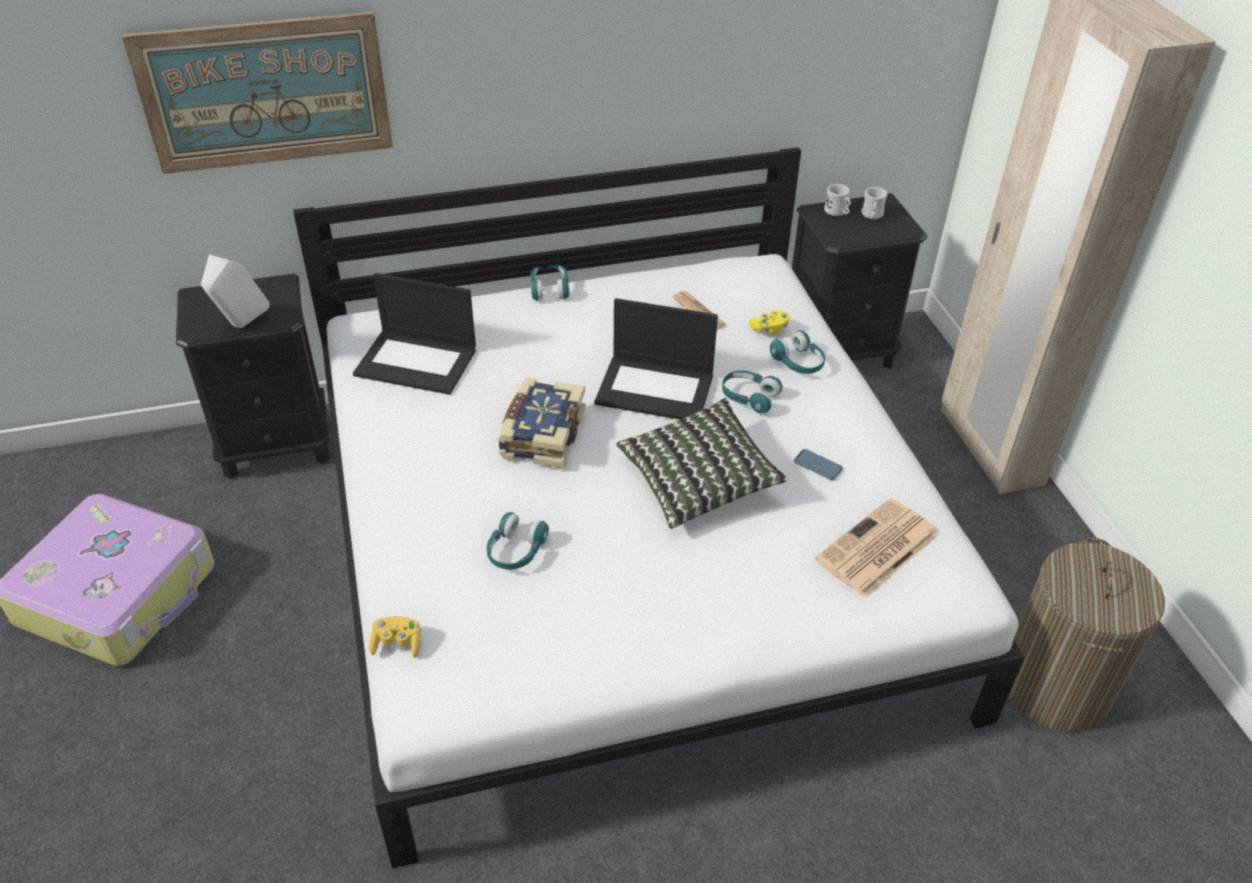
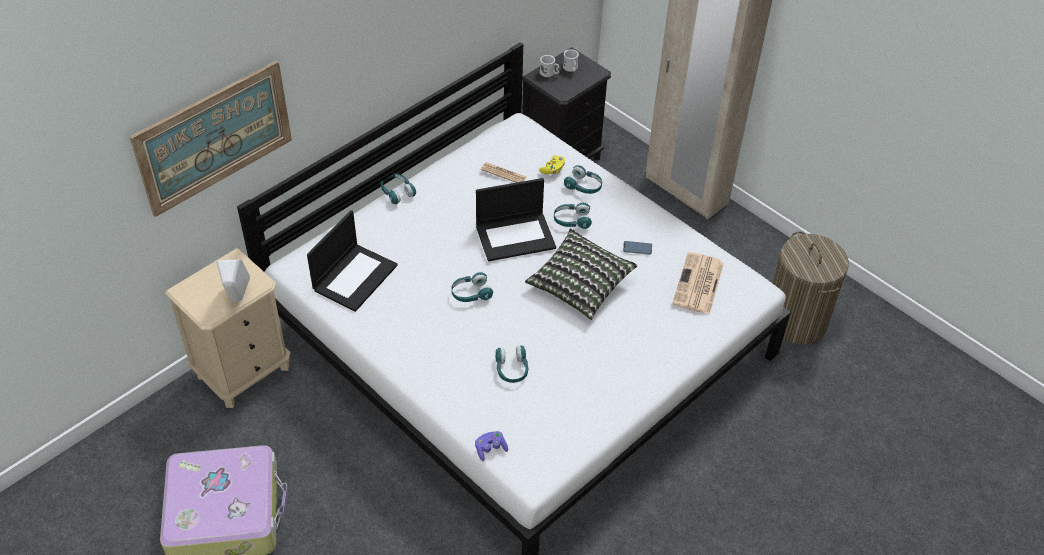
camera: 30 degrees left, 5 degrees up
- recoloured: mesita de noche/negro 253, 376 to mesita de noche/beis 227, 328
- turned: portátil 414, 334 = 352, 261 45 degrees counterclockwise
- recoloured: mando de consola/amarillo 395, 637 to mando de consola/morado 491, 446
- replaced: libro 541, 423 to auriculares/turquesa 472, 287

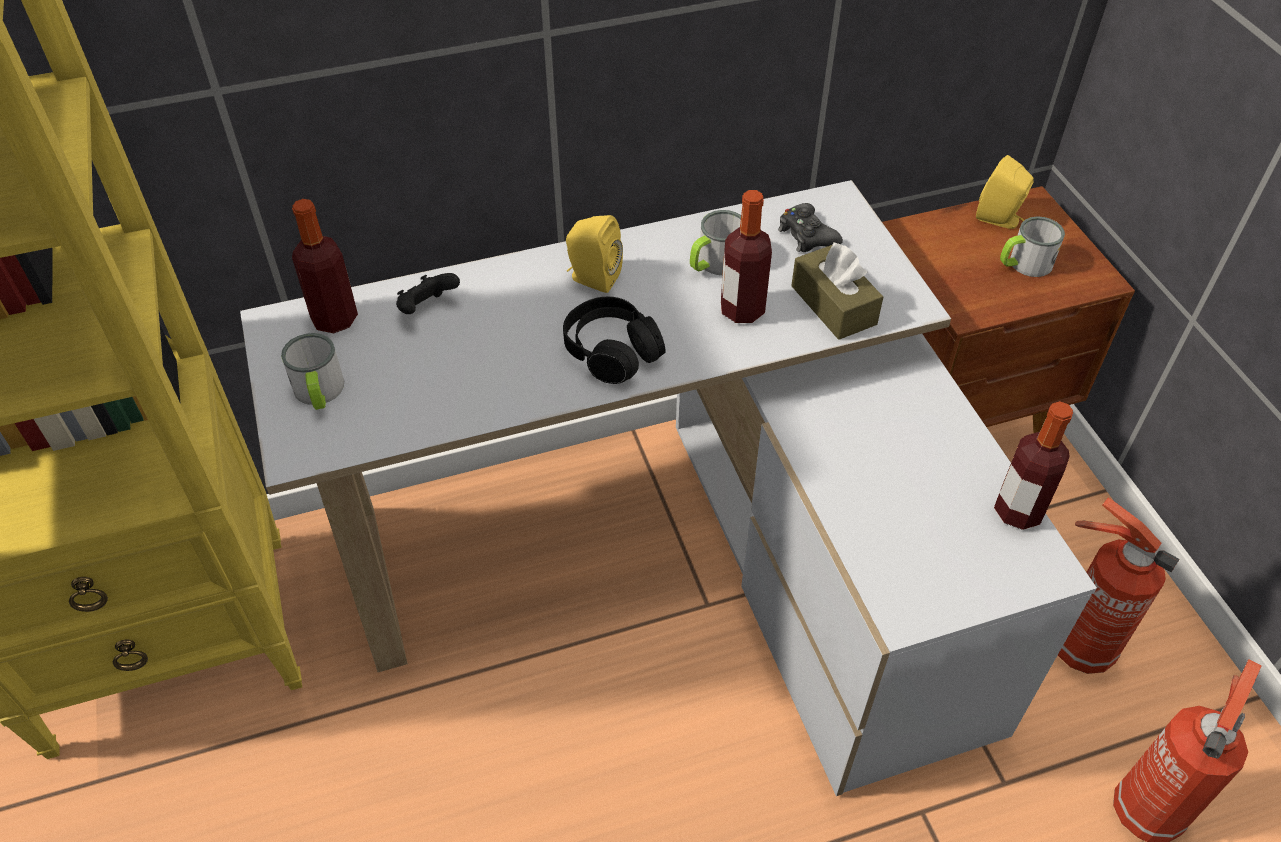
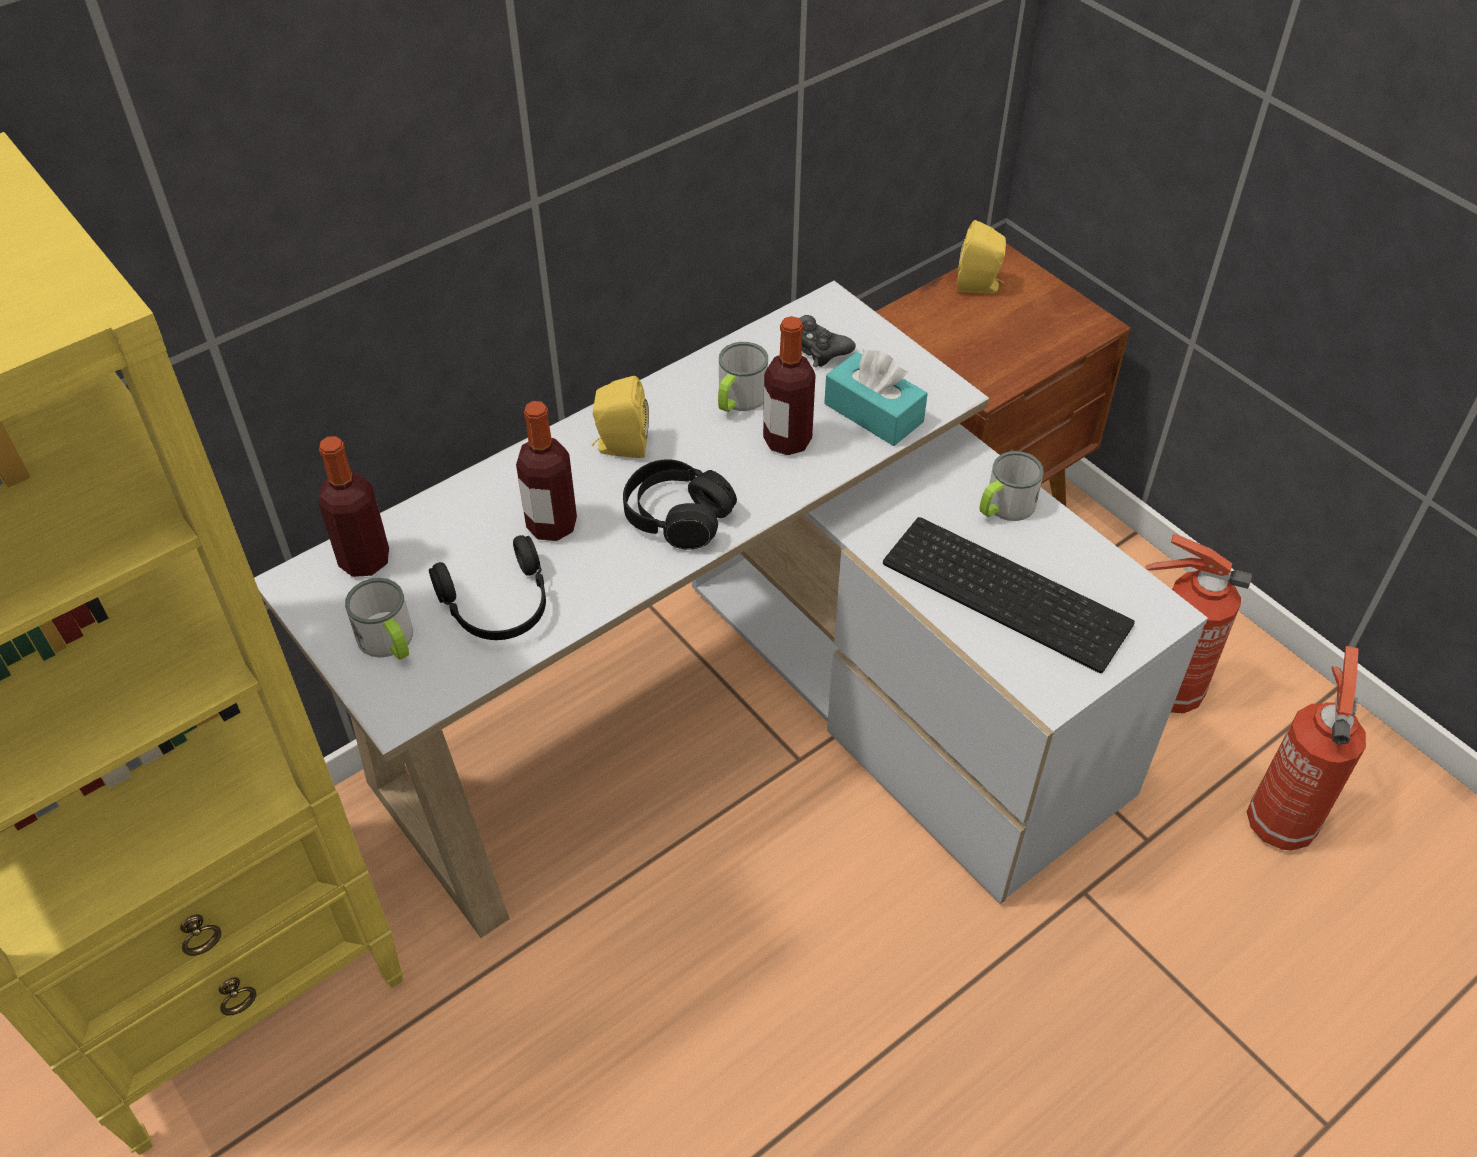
camera: 20 degrees left, 0 degrees up
- removed: mando de consola/negro 428, 293
- recoloured: caja de pañuelos/marrón 837, 291 to caja de pañuelos/turquesa 876, 398
- moved: botella 1033, 465 to 546, 471
- moved: taza grande 1032, 246 to 1011, 486
- added: auriculares/negro 487, 587
- added: teclado 1009, 595

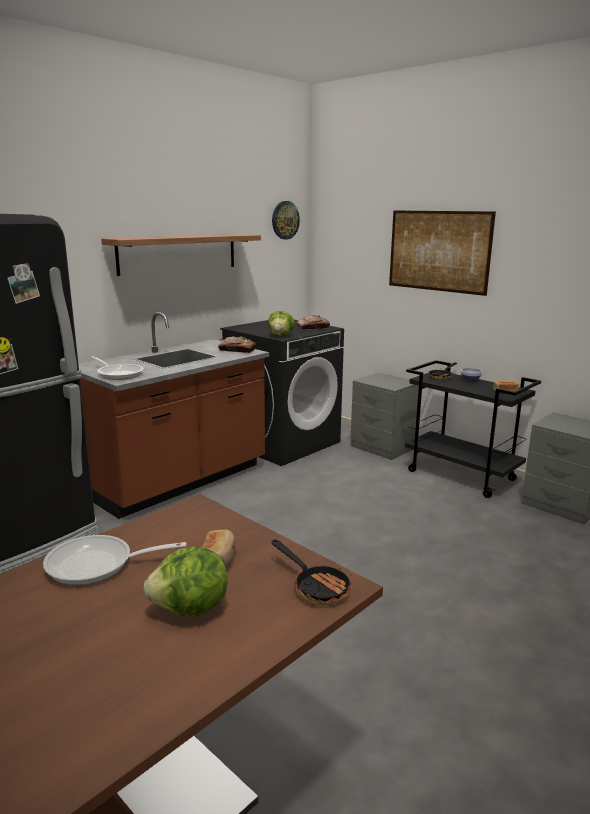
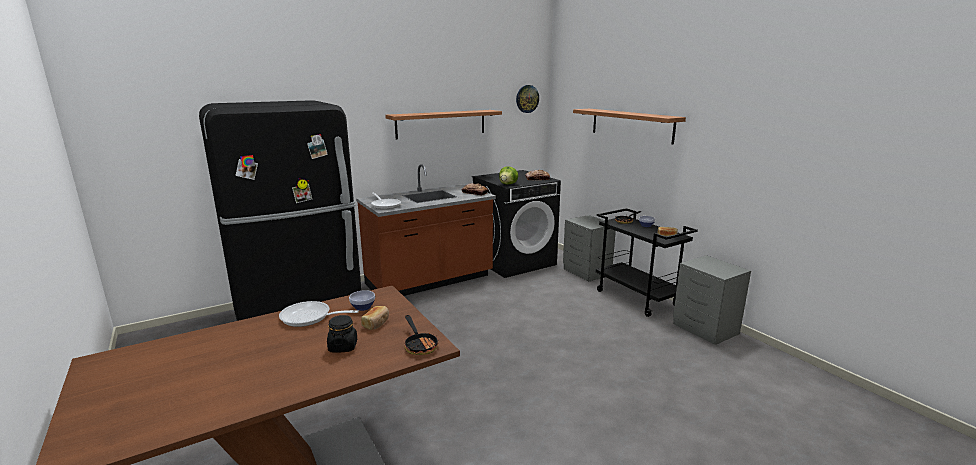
camera: 15 degrees right, 0 degrees up
- replaced: lechuga 185, 581 to tarro/negro 342, 333
- replaced: cuadro 442, 253 to estante 629, 127
- added: cuenco 362, 300

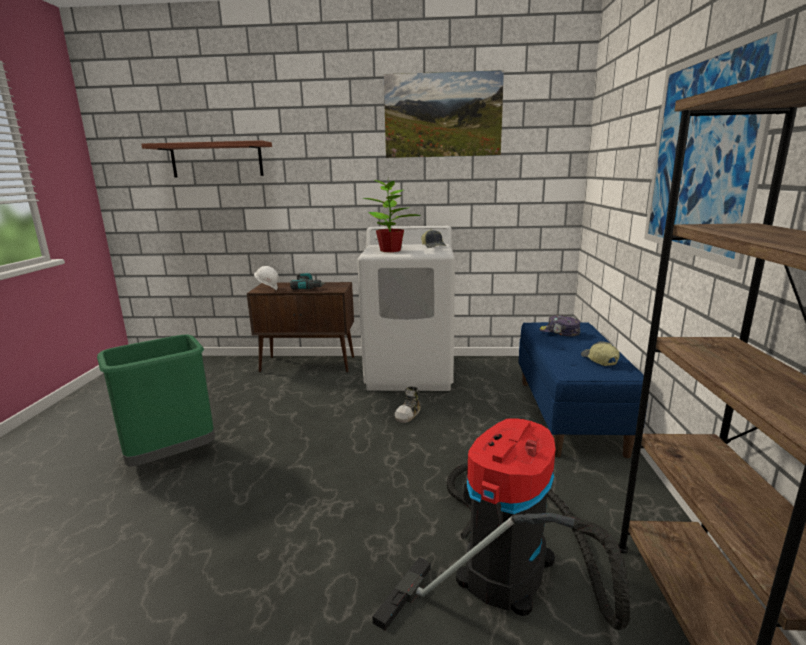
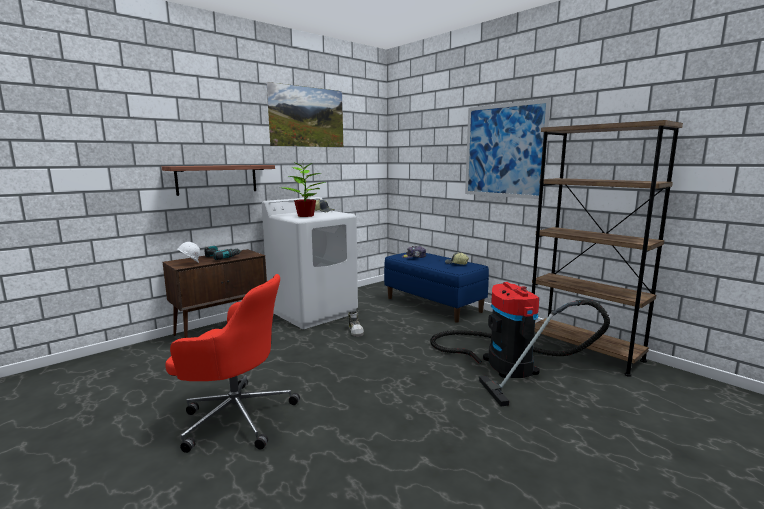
camera: 45 degrees left, 5 degrees down
- replaced: papelera/verde 156, 400 to silla de oficina/rojo 232, 363
- moved: estante 206, 159 to 218, 180

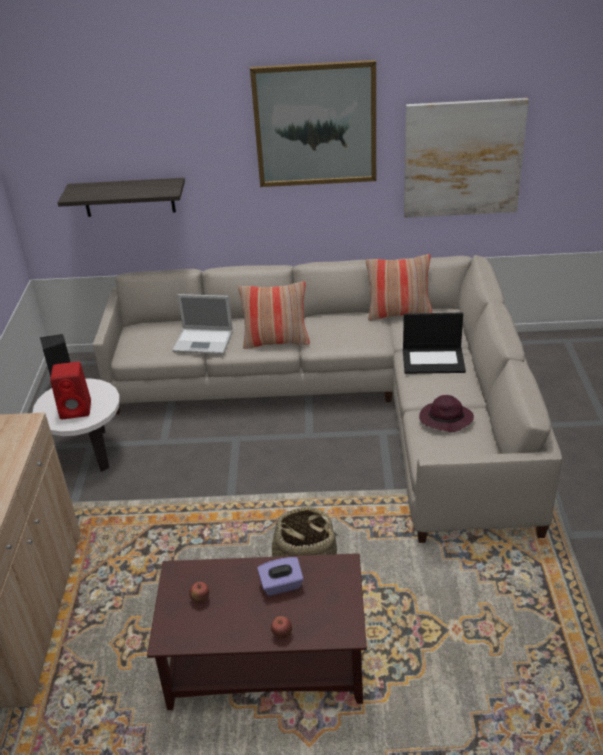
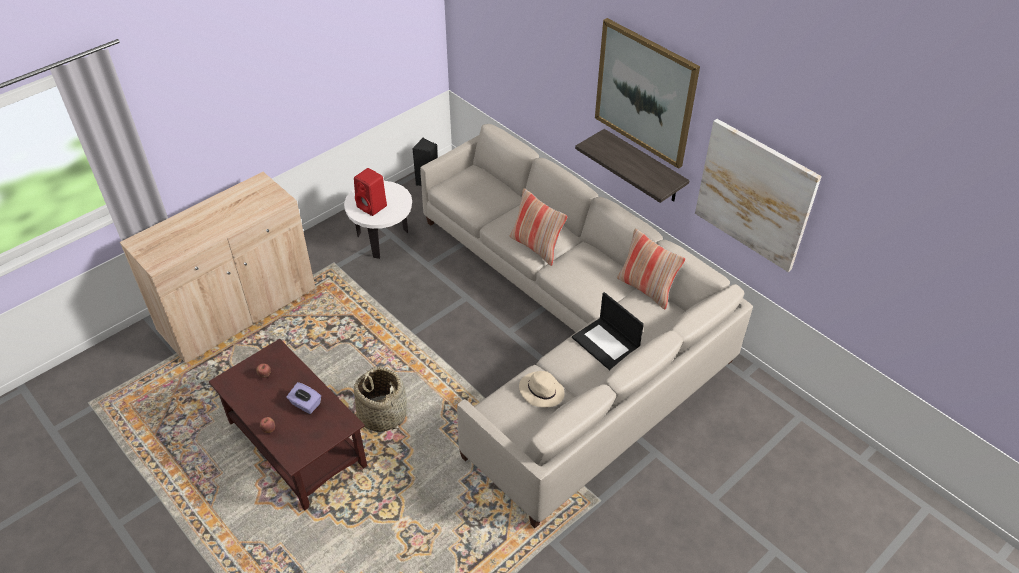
camera: 45 degrees right, 10 degrees up
- moved: estante 121, 197 to 632, 166
- removed: portátil 202, 324
- recoloured: sombrero/morado 446, 413 to sombrero/beis 542, 389

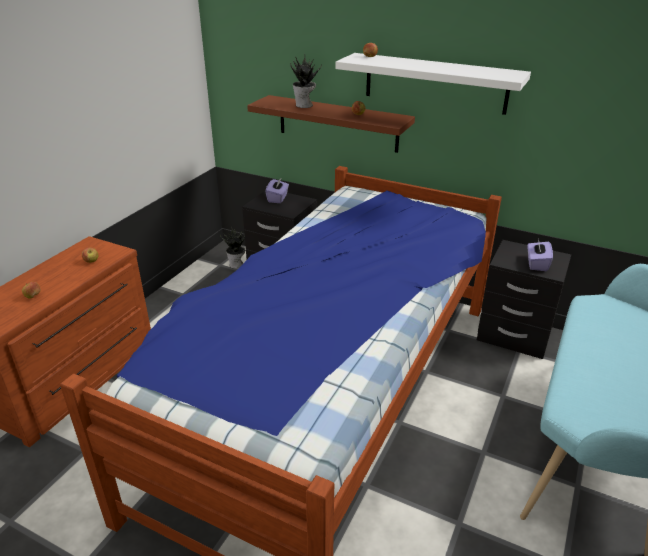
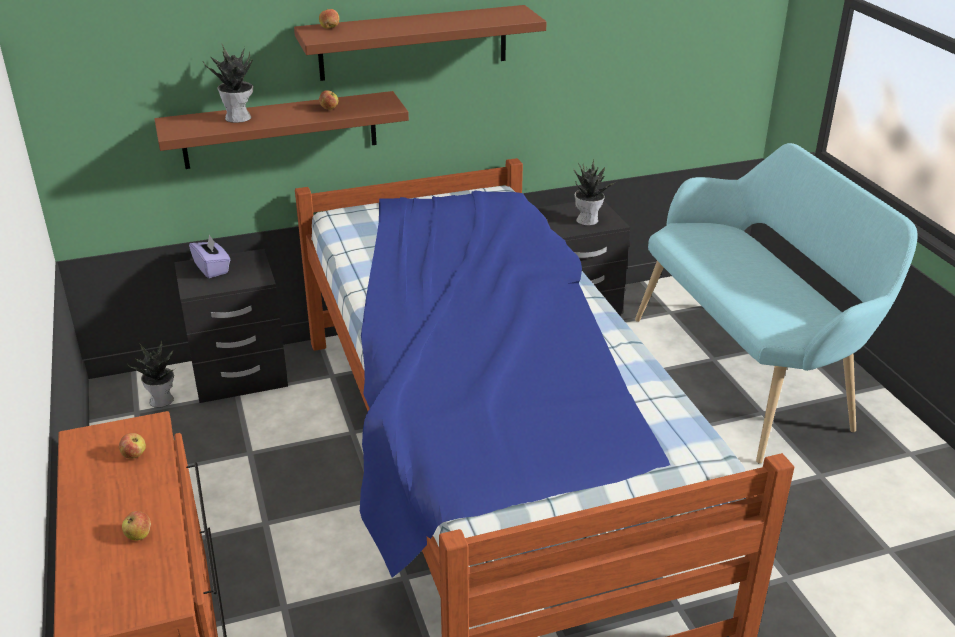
camera: 45 degrees left, 0 degrees up
- recoloured: estante/blanco 433, 84 to estante/marrón 420, 43
- replaced: caja de pañuelos/morado 540, 254 to planta en maceta 594, 193

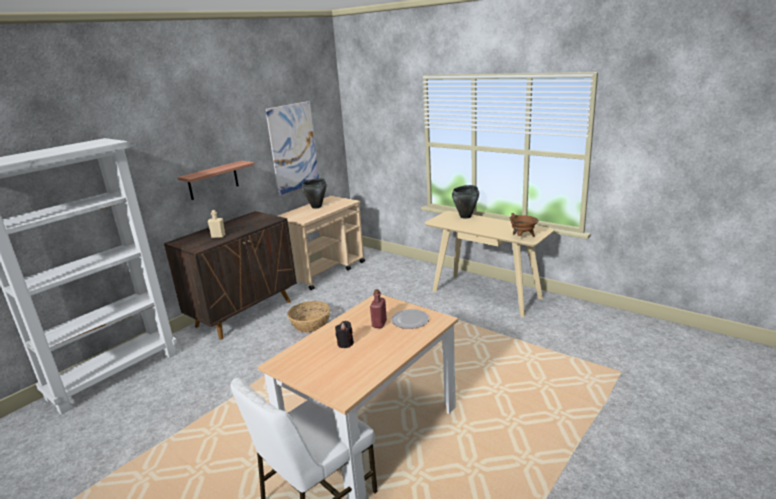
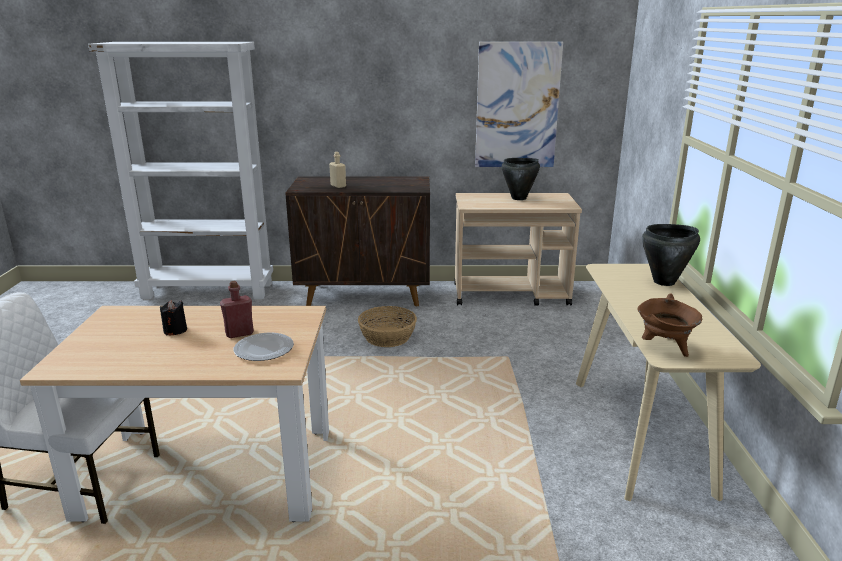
camera: 50 degrees right, 0 degrees up
- removed: estante 216, 180

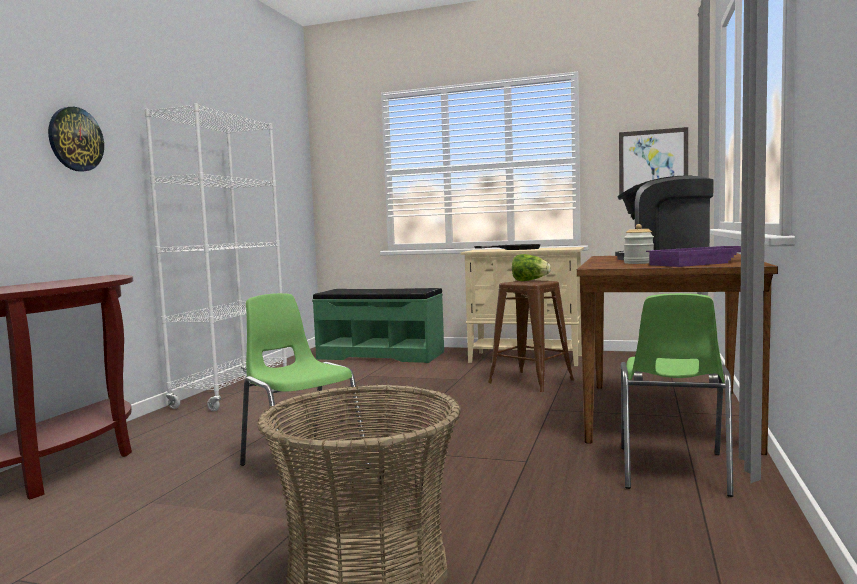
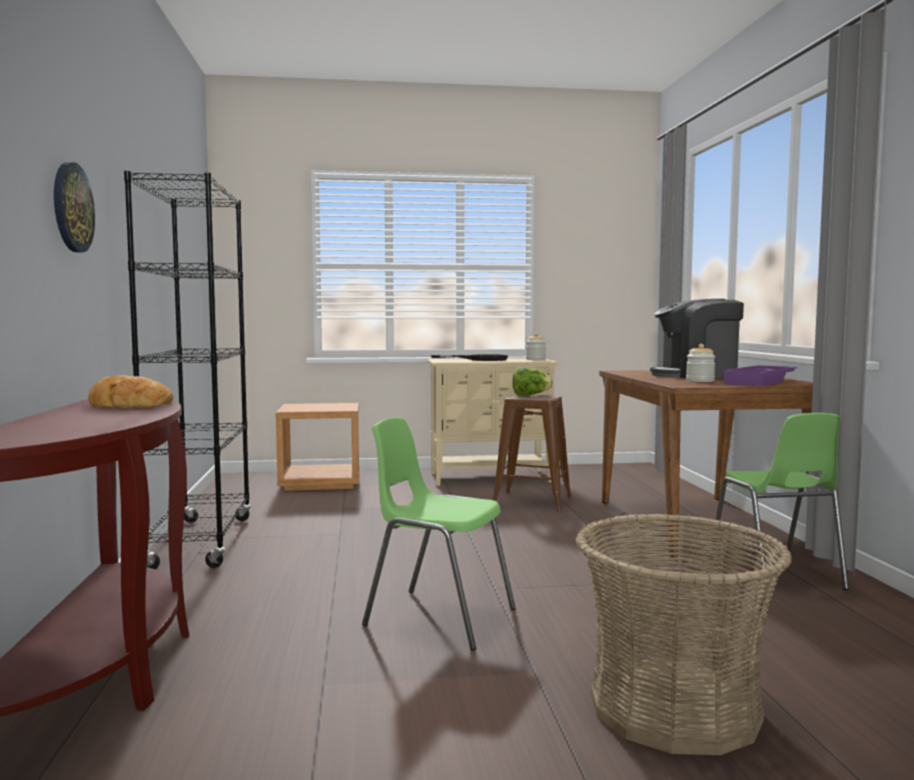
camera: 25 degrees left, 0 degrees up
- recoloured: estantería/blanco 216, 257 to estantería/negro 187, 370
- replaced: banco/verde 378, 325 to mesita de noche/marrón 318, 447
- removed: cuadro 653, 161
- added: pan 131, 391
- added: tarro 536, 346

